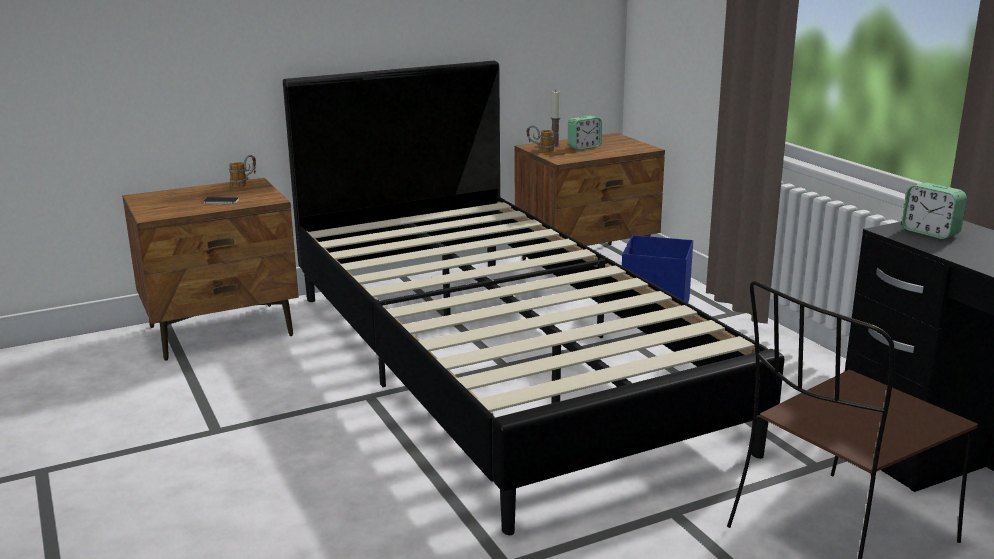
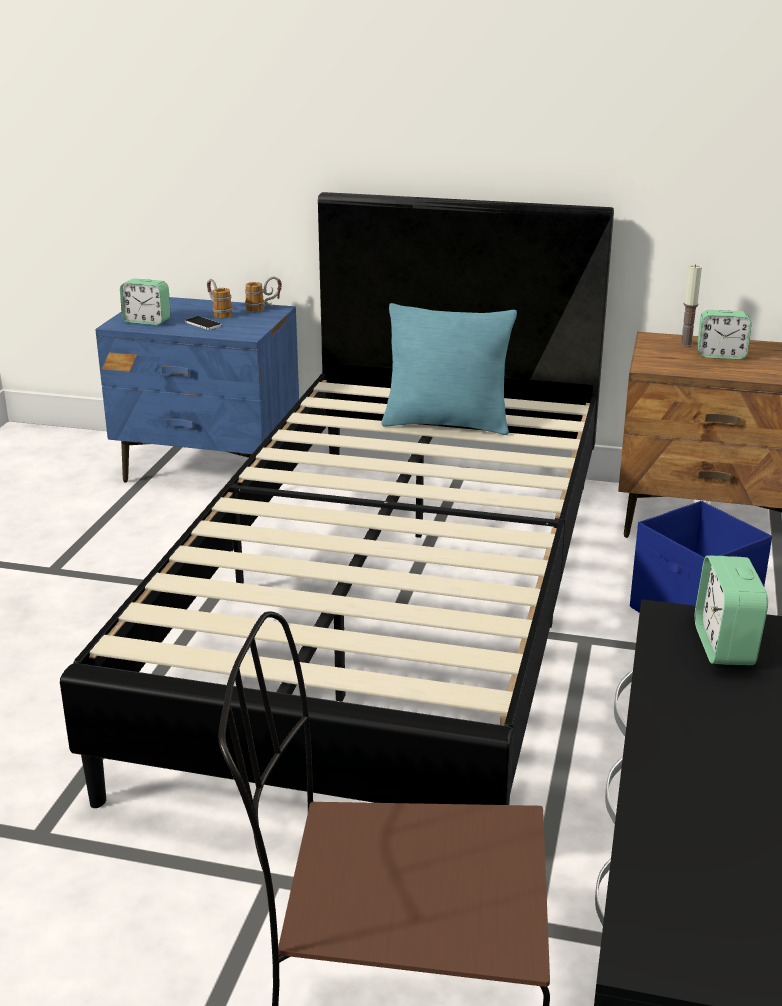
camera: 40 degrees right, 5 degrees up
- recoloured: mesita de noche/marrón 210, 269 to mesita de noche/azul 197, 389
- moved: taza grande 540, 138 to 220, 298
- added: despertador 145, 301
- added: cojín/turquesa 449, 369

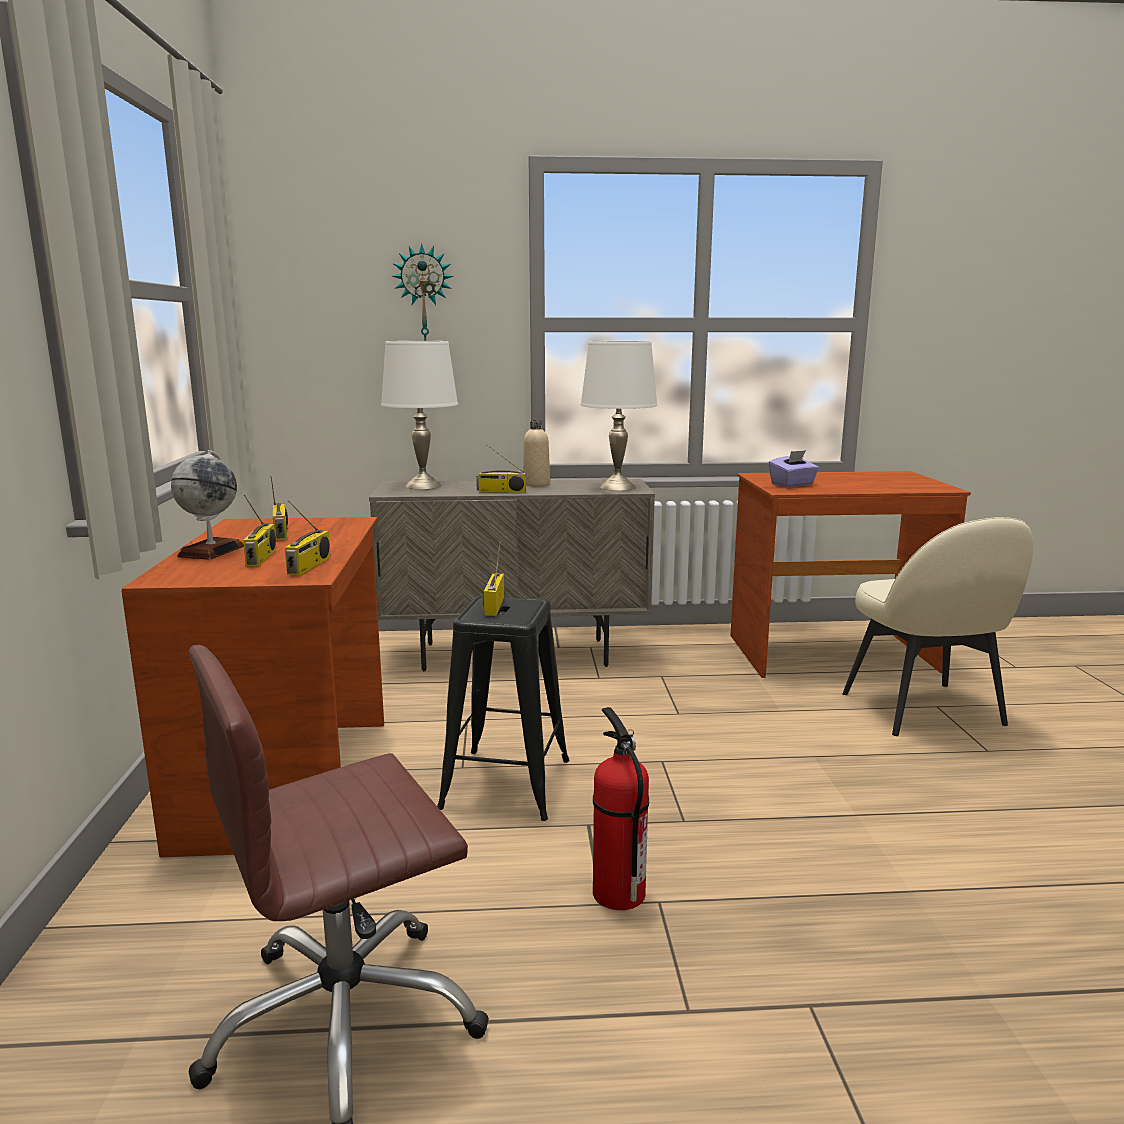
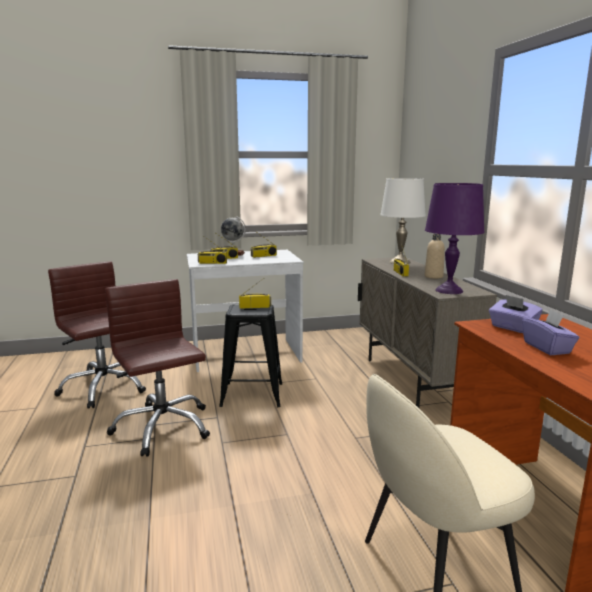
camera: 80 degrees right, 0 degrees up
- recoloured: escritorio/marrón 252, 687 to escritorio/blanco 245, 311
- removed: reloj de pared 423, 292
- recoloured: lámpara de mesa/blanco 619, 416 to lámpara de mesa/morado 455, 238
- replaced: extintor 621, 808 to silla de oficina/marrón 157, 367
- added: caja de pañuelos/morado 551, 332

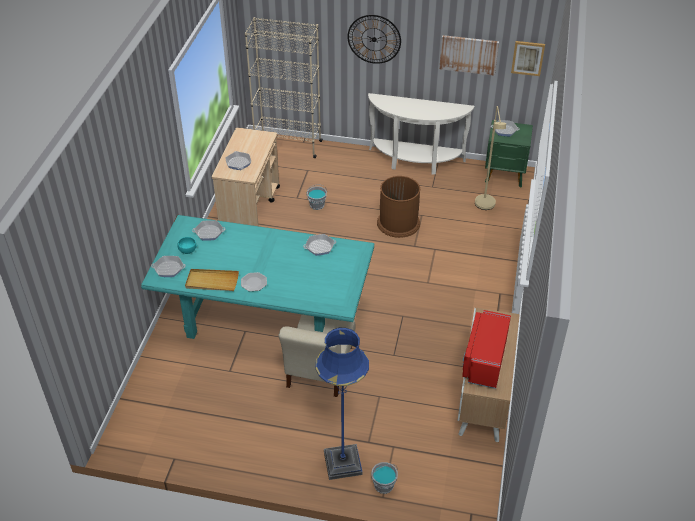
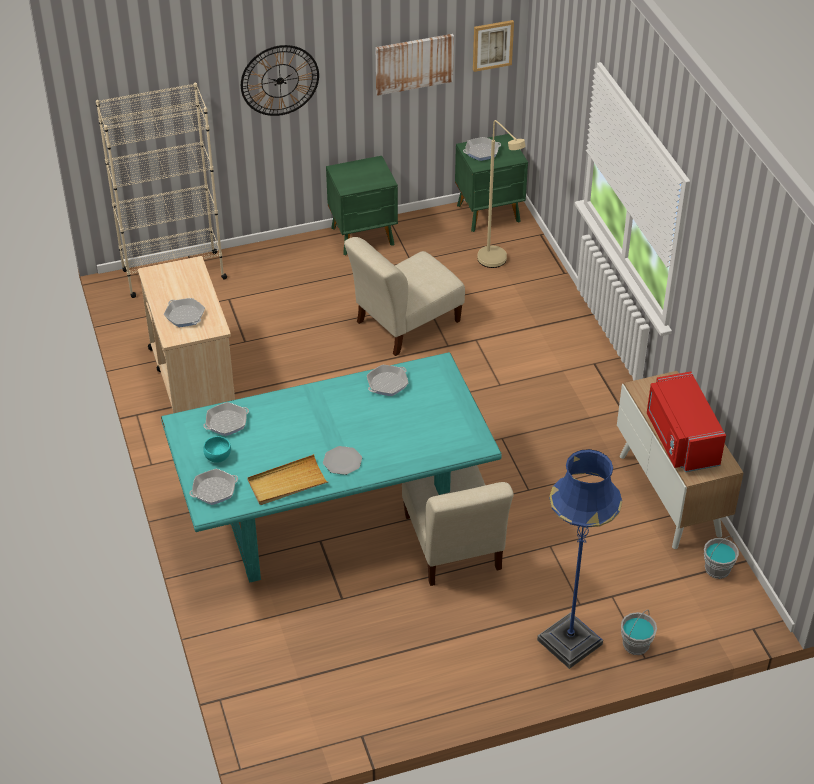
camera: 30 degrees left, 0 degrees up
- moved: cubo/gris 316, 197 to 721, 557
- replaced: mesa consola/blanco 421, 134 to mesita de noche/verde 362, 205
- replaced: papelera/marrón 398, 207 to silla/beis 404, 296

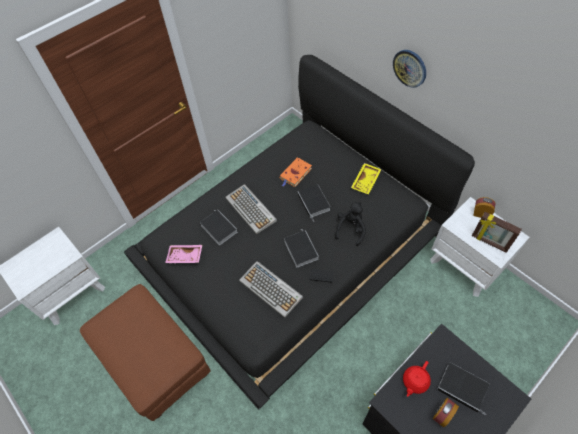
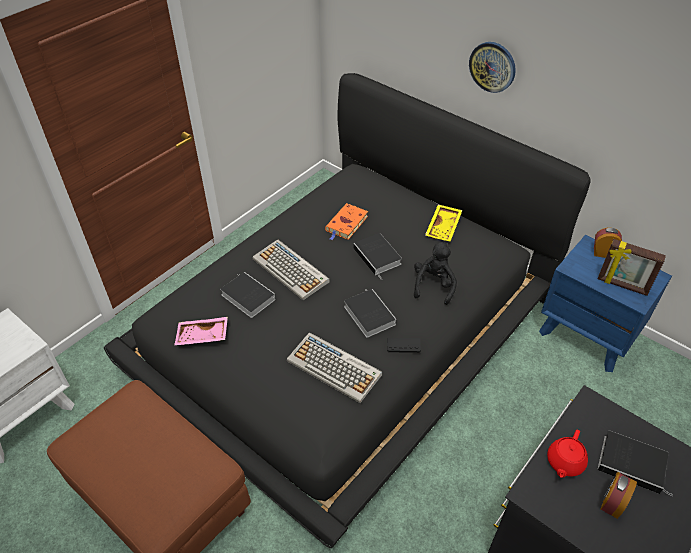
camera: 10 degrees left, 10 degrees down
- recoloured: mesita de noche/blanco 480, 247 to mesita de noche/azul 605, 303

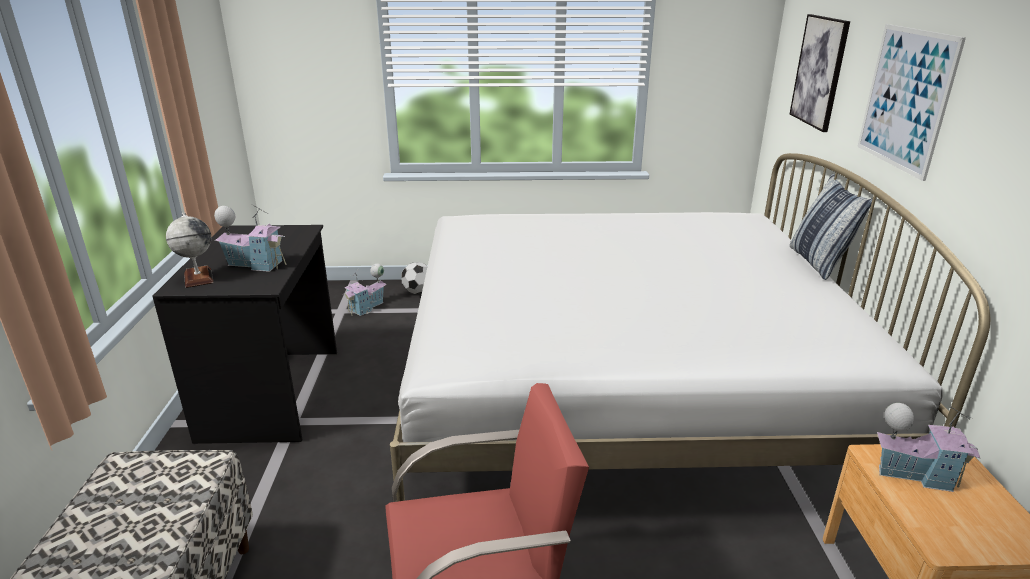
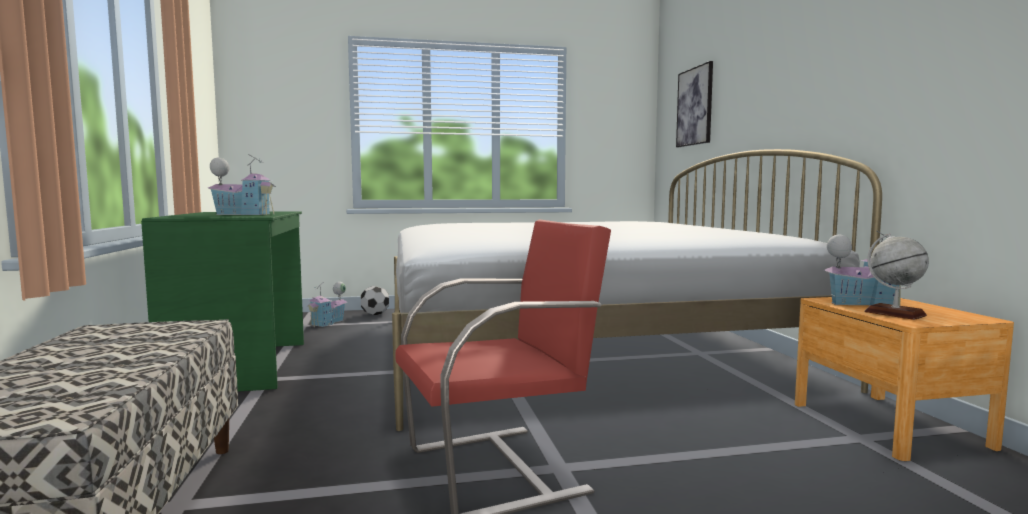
camera: 10 degrees left, 20 degrees down
- recoloured: escritorio/negro 245, 334 to escritorio/verde 222, 301
- moved: globo terráqueo 189, 250 to 896, 276
- removed: cojín 831, 227
- removed: cuadro 911, 102

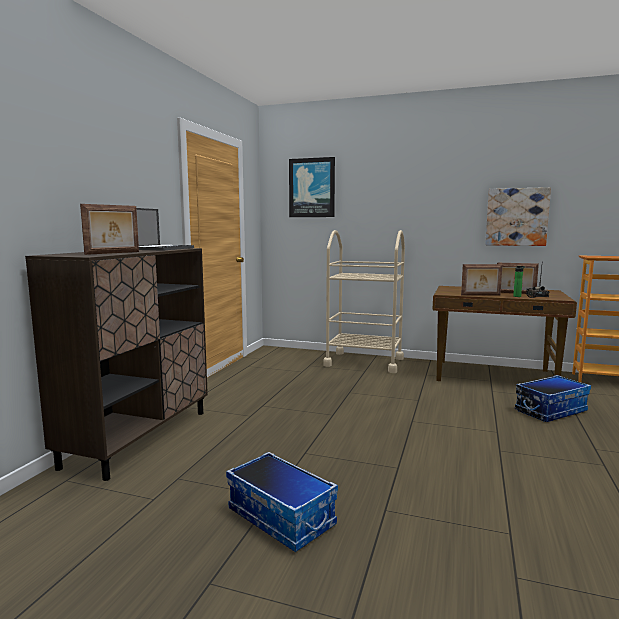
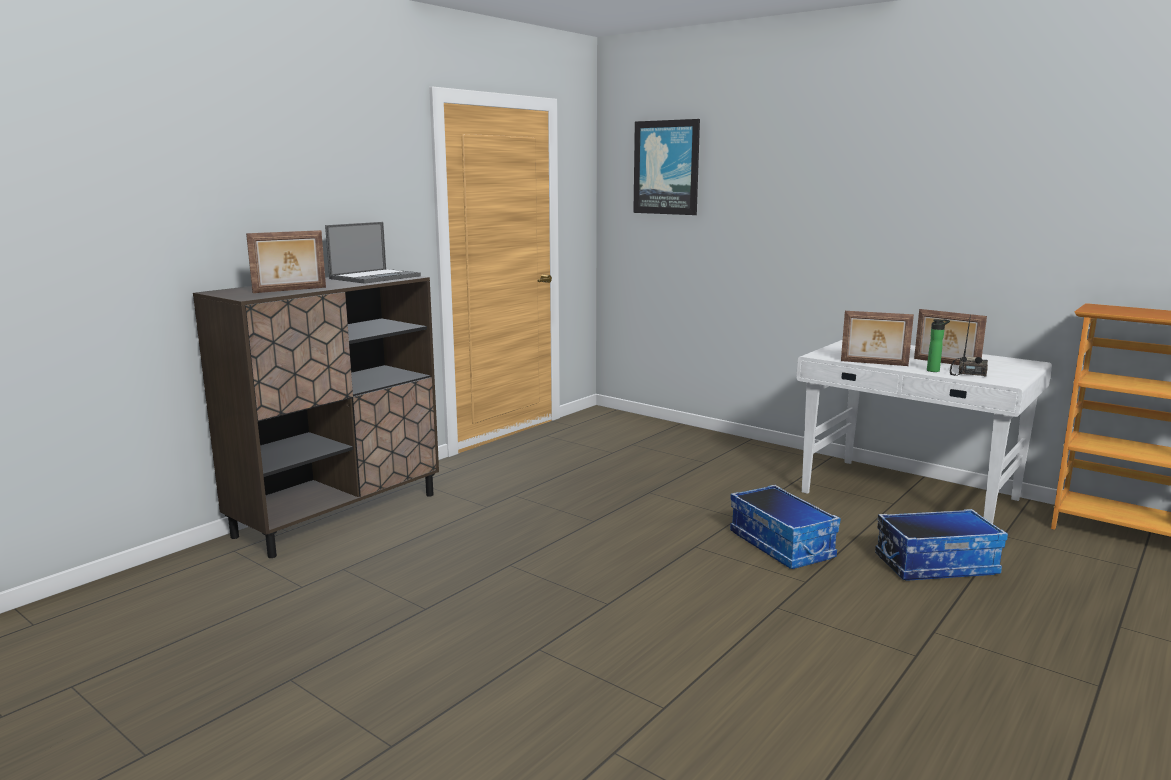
camera: 20 degrees right, 5 degrees up
- moved: caja de almacenaje 282, 502 to 785, 527
- removed: carrito/beis 364, 301
- recoloured: escritorio/marrón 505, 333 to escritorio/blanco 924, 432
- removed: cuadro 518, 216

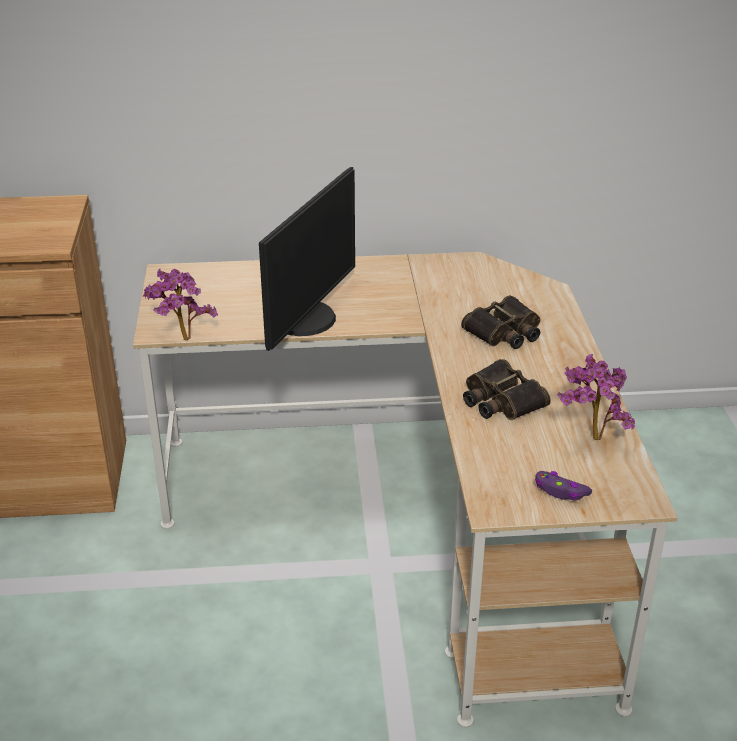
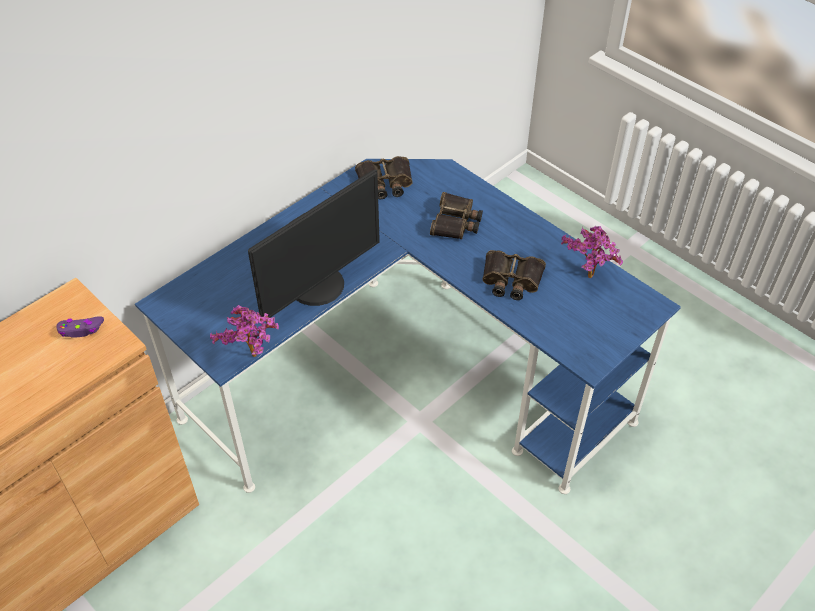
camera: 40 degrees left, 15 degrees up
- recoloured: escritorio/beis 405, 489 to escritorio/azul 408, 326
- turned: monitor 307, 259 = 314, 243 60 degrees clockwise
- moved: mando de consola/morado 563, 486 to 80, 327
- added: prismáticos 384, 177

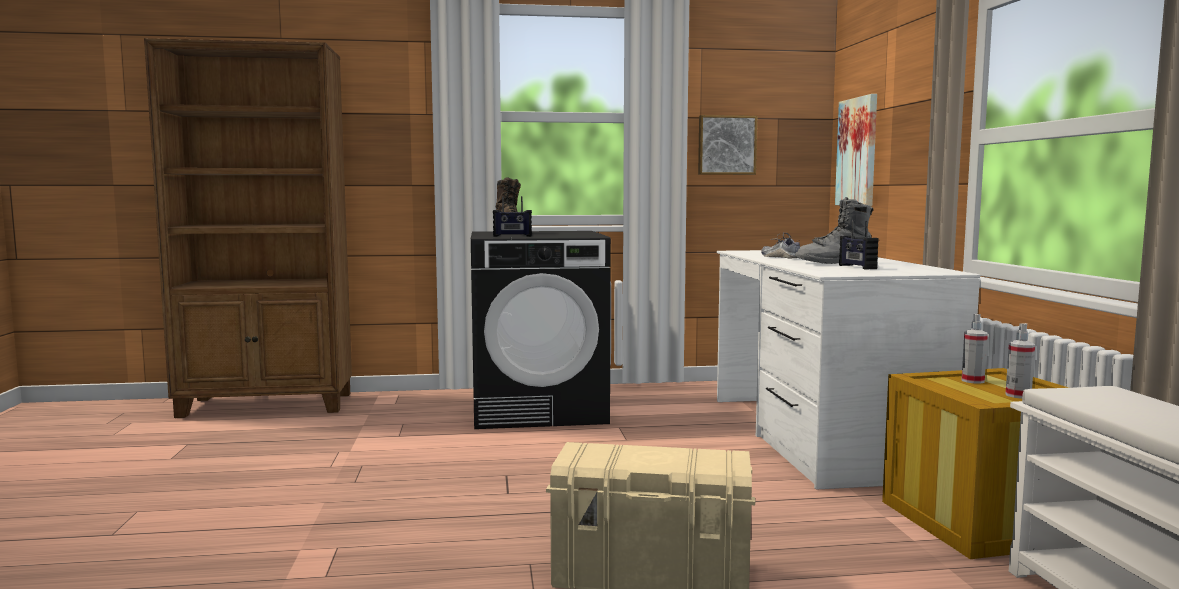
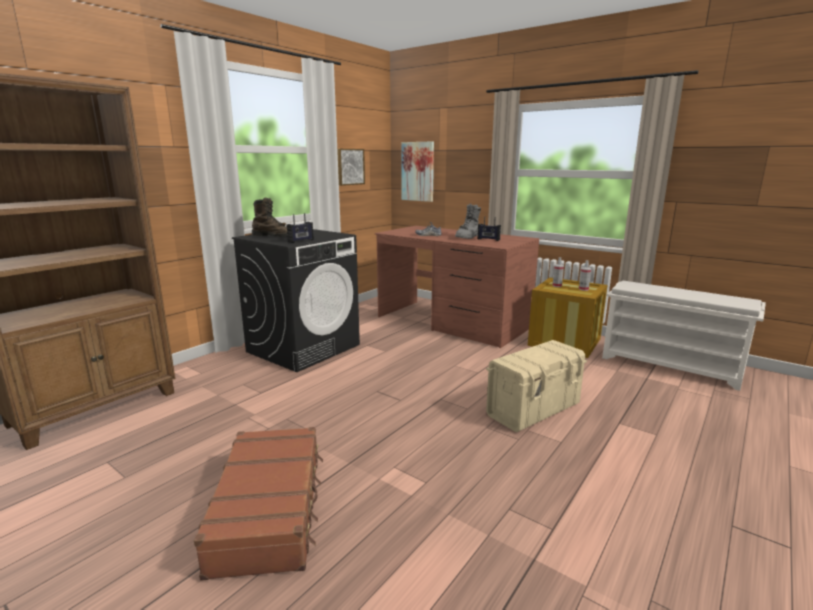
camera: 45 degrees left, 10 degrees up
- recoloured: escritorio/blanco 848, 370 to escritorio/marrón 457, 287
- added: maleta/marrón 258, 504

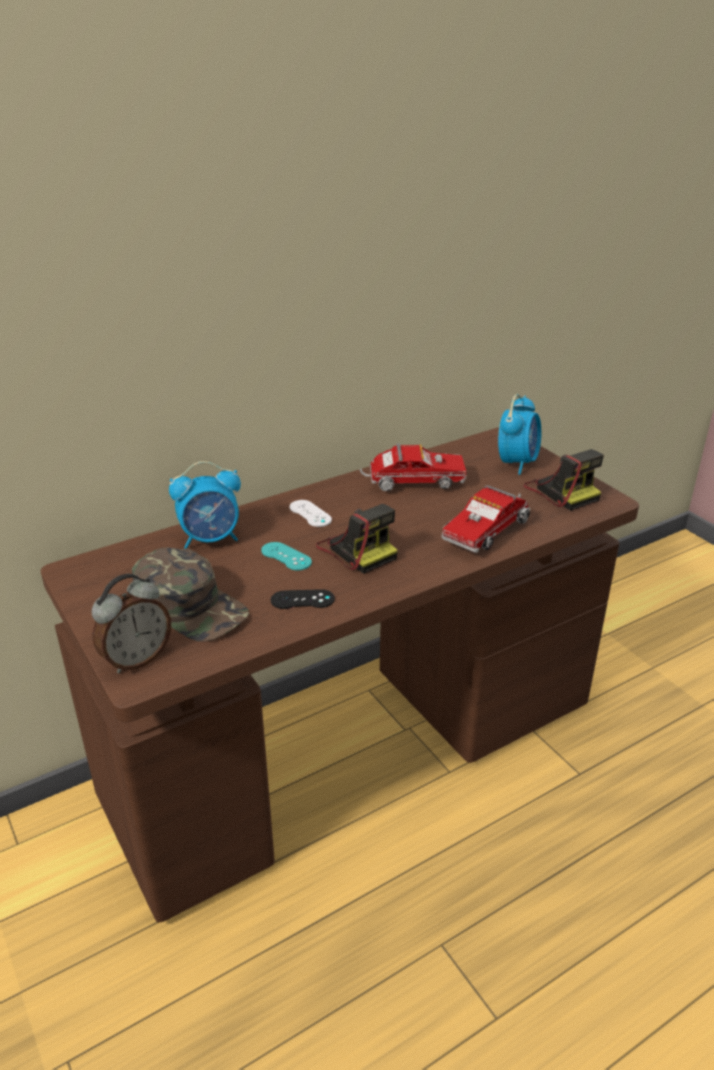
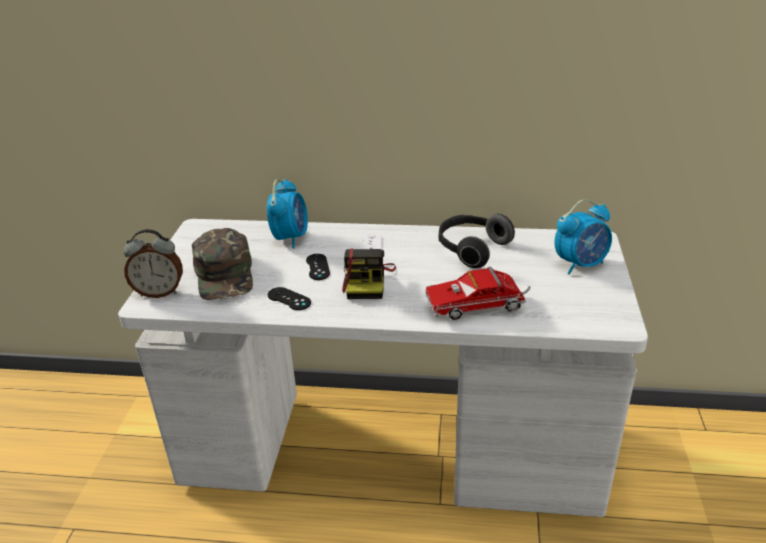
camera: 40 degrees right, 0 degrees up
- recoloured: escritorio/marrón 340, 674 to escritorio/blanco 383, 368
- turned: despertador 205, 505 = 287, 214 105 degrees counterclockwise
- recoloured: mando de consola/turquesa 286, 556 to mando de consola/negro 318, 267
- replaced: camión de juguete 413, 467 to auriculares 476, 241
- removed: cámara 563, 480

